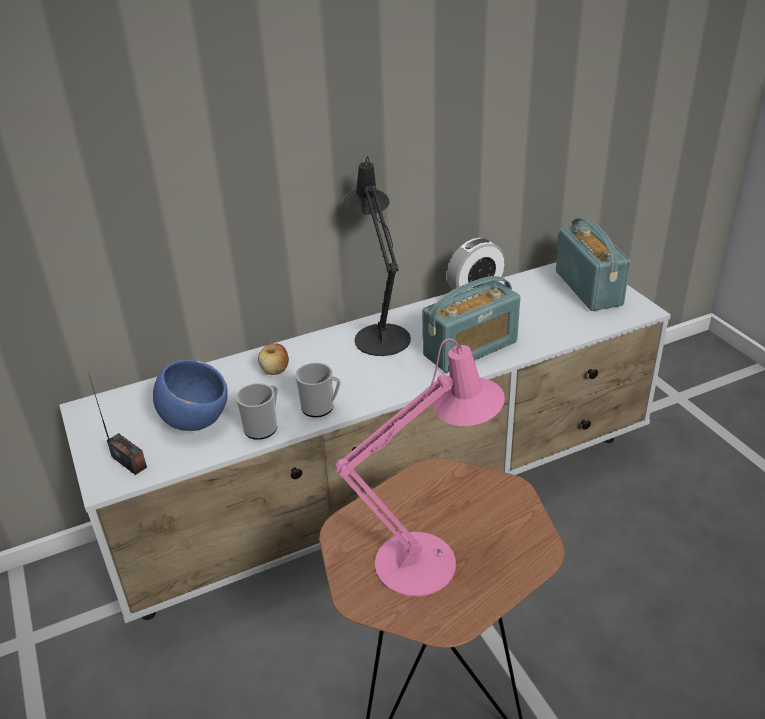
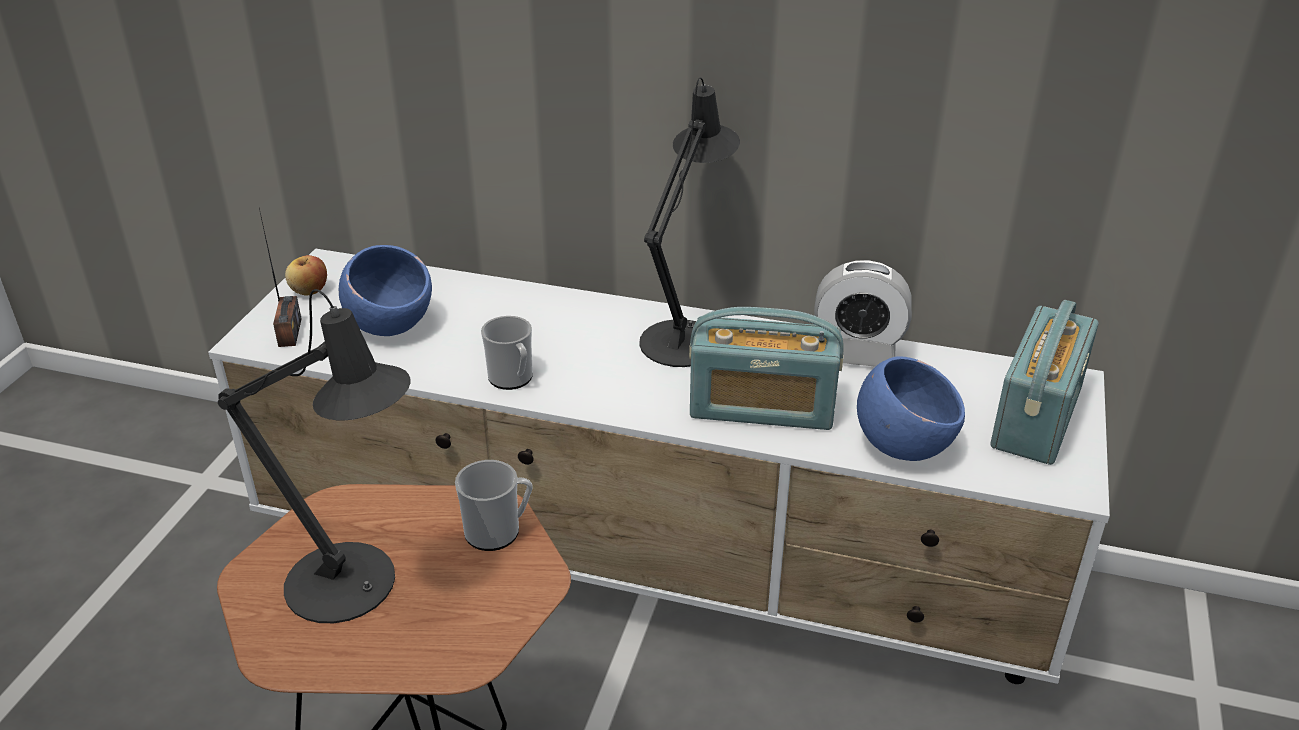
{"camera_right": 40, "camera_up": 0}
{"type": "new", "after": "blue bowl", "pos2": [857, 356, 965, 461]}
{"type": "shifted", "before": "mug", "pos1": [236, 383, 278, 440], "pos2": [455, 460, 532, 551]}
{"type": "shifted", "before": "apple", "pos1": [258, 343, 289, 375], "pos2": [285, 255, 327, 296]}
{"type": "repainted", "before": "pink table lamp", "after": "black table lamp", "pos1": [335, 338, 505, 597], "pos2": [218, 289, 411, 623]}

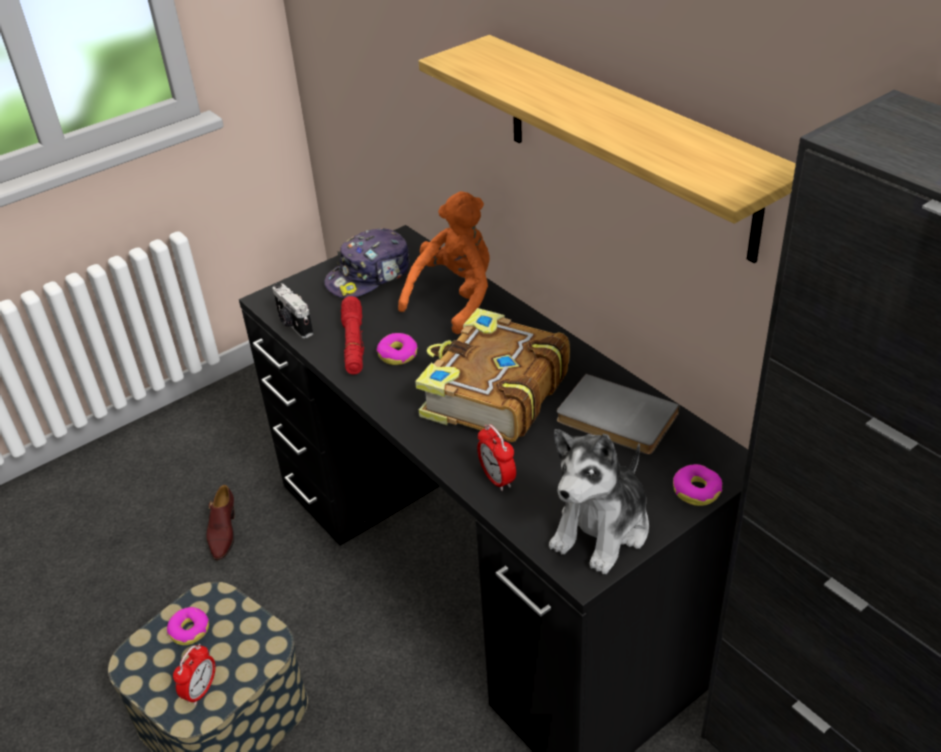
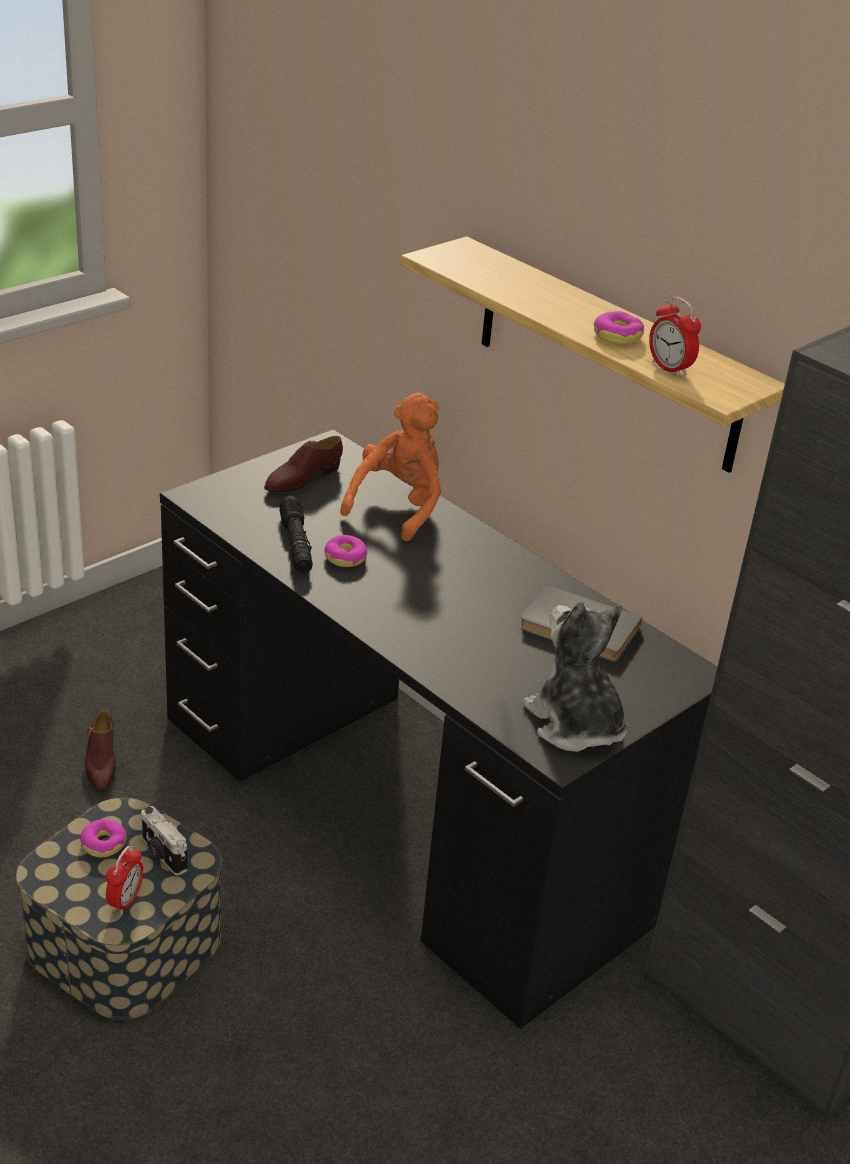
{"camera_right": -10, "camera_up": -5}
{"type": "gone", "before": "book", "pos1": [415, 308, 570, 442]}
{"type": "shifted", "before": "photo camera", "pos1": [272, 283, 313, 338], "pos2": [141, 806, 188, 875]}
{"type": "shifted", "before": "alarm clock", "pos1": [477, 424, 516, 491], "pos2": [649, 297, 701, 377]}
{"type": "shifted", "before": "donut", "pos1": [673, 464, 722, 506], "pos2": [594, 311, 644, 345]}
{"type": "swapped", "before": "cap", "after": "brown shoe", "pos1": [324, 228, 410, 298], "pos2": [264, 436, 343, 492]}
{"type": "repainted", "before": "red flashlight", "after": "black flashlight", "pos1": [341, 296, 364, 374], "pos2": [279, 495, 313, 573]}
{"type": "rotated", "before": "plush toy", "pos1": [549, 429, 649, 574], "pos2": [523, 602, 628, 752], "turn": 120}

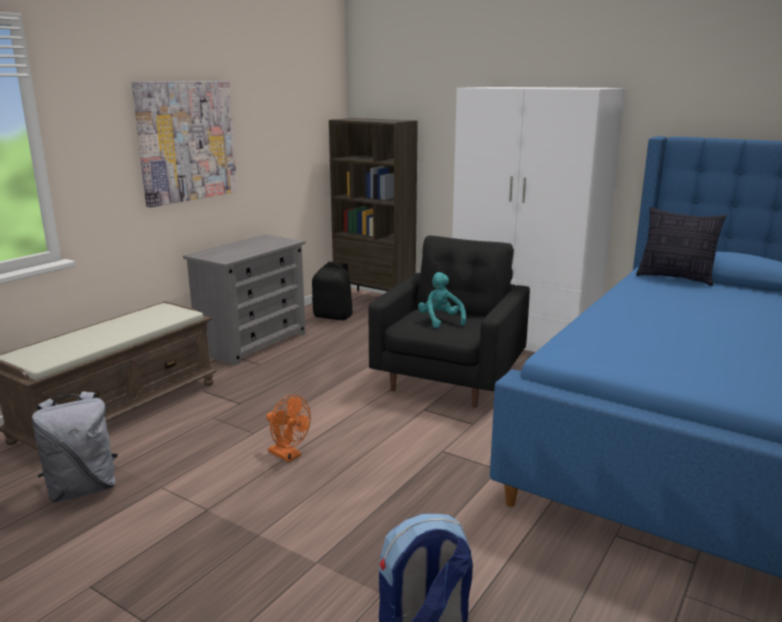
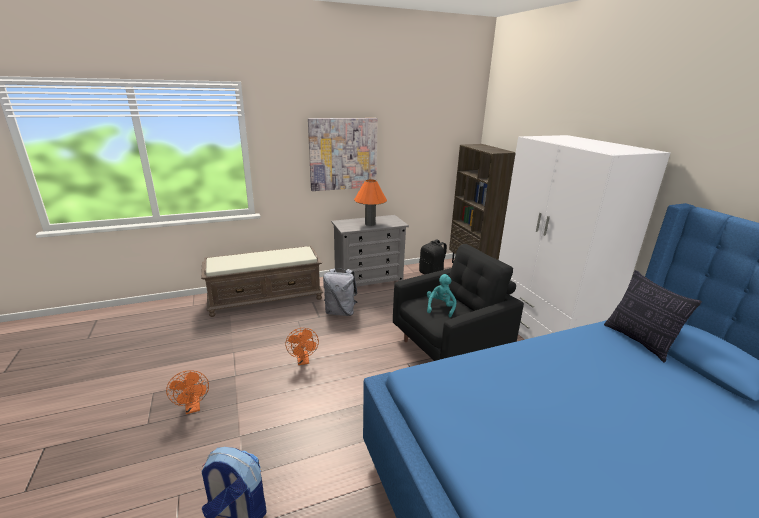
{"camera_right": 35, "camera_up": 5}
{"type": "new", "after": "orange fan", "pos2": [166, 370, 209, 414]}
{"type": "new", "after": "orange table lamp", "pos2": [354, 179, 387, 226]}
{"type": "shifted", "before": "grey backpack", "pos1": [32, 391, 118, 502], "pos2": [323, 268, 358, 316]}

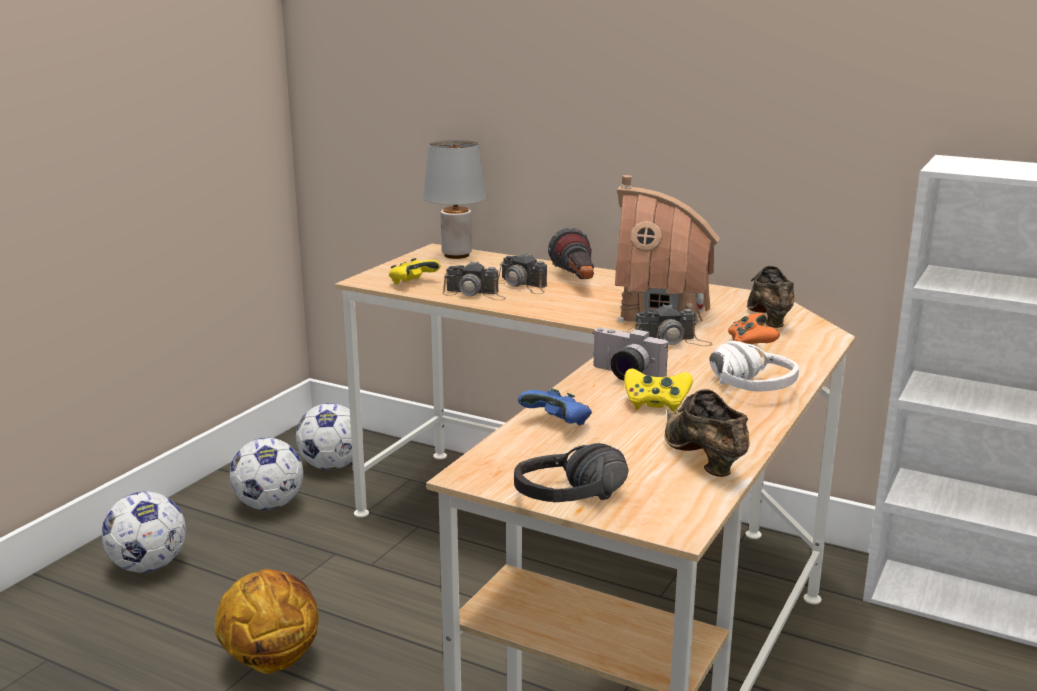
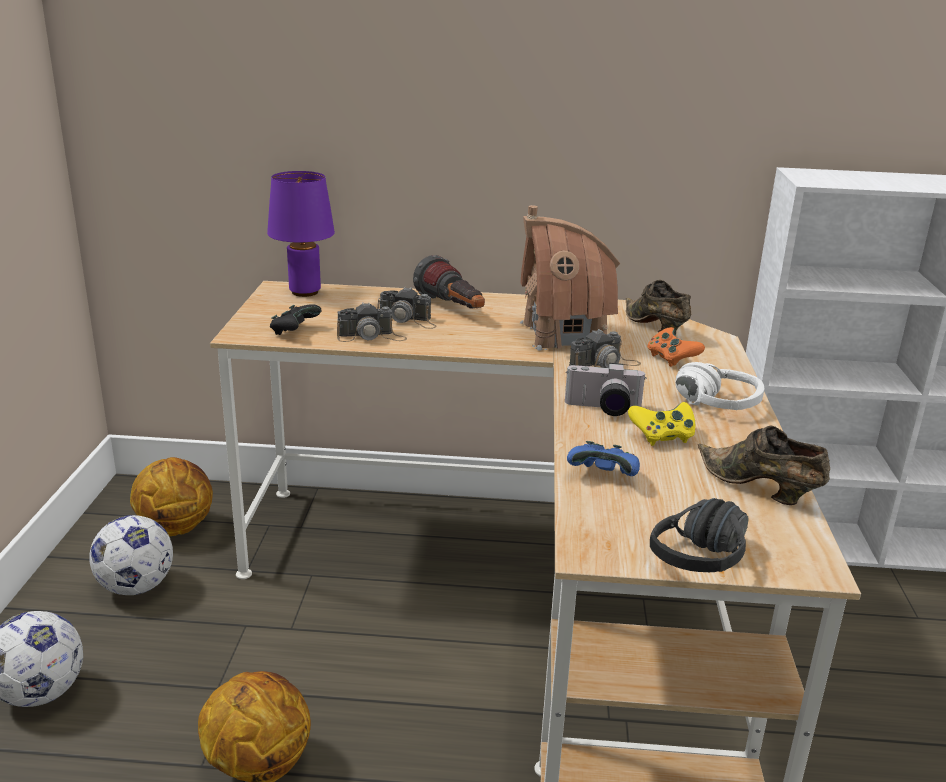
{"camera_right": -25, "camera_up": 5}
{"type": "swapped", "before": "football", "after": "basketball", "pos1": [296, 403, 363, 470], "pos2": [130, 457, 213, 536]}
{"type": "repainted", "before": "yellow game controller", "after": "black game controller", "pos1": [389, 258, 441, 284], "pos2": [270, 304, 322, 335]}
{"type": "repainted", "before": "grey table lamp", "after": "purple table lamp", "pos1": [423, 140, 486, 259], "pos2": [267, 171, 335, 297]}

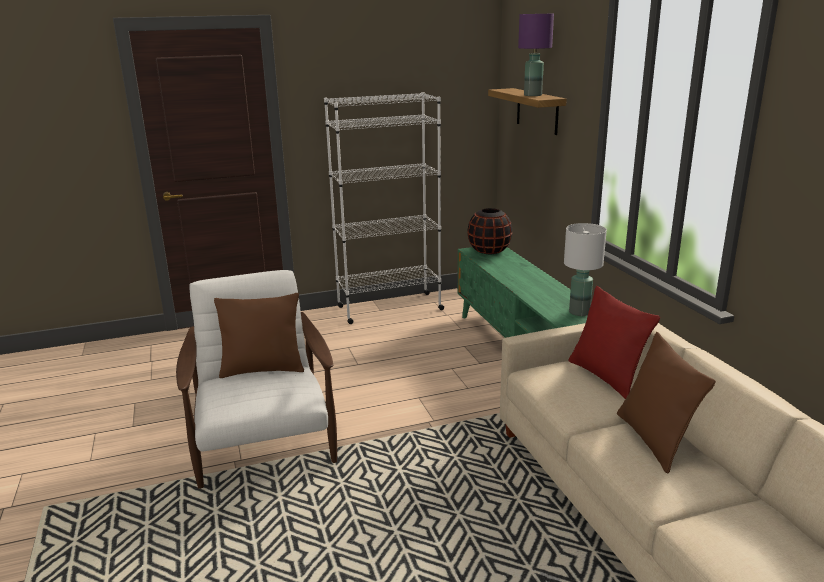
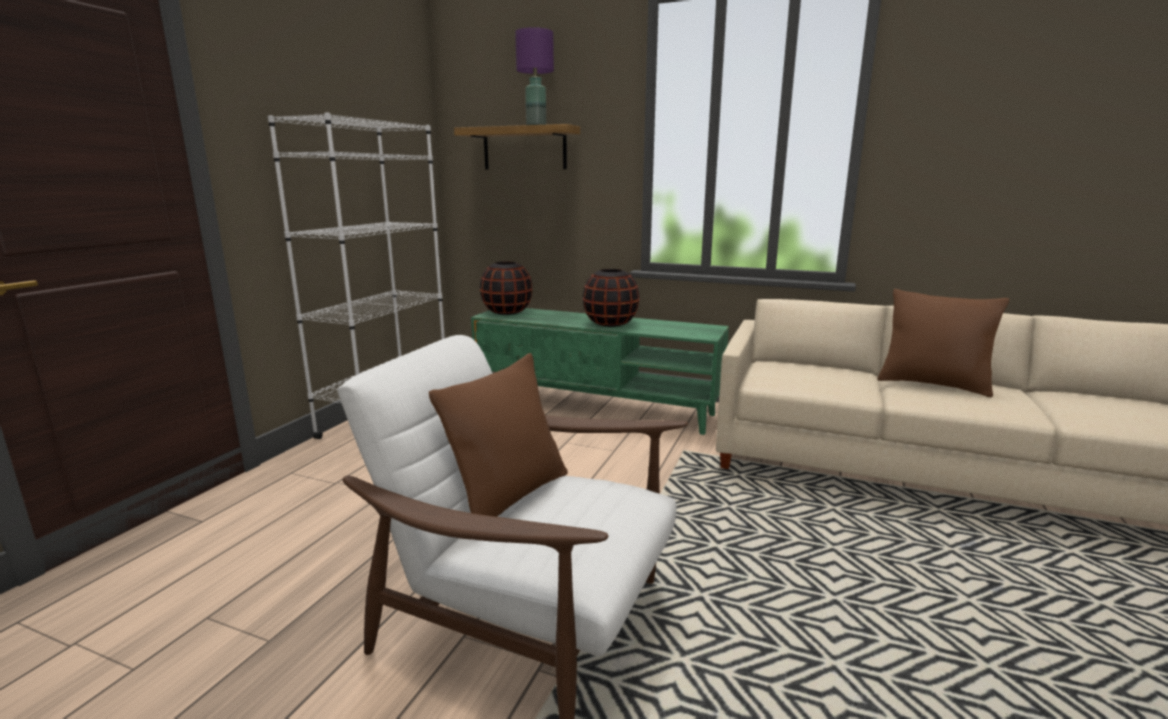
{"camera_right": -50, "camera_up": -5}
{"type": "gone", "before": "white table lamp", "pos1": [564, 223, 607, 316]}
{"type": "gone", "before": "red pillow", "pos1": [568, 286, 660, 399]}
{"type": "new", "after": "black vase", "pos2": [583, 269, 640, 327]}

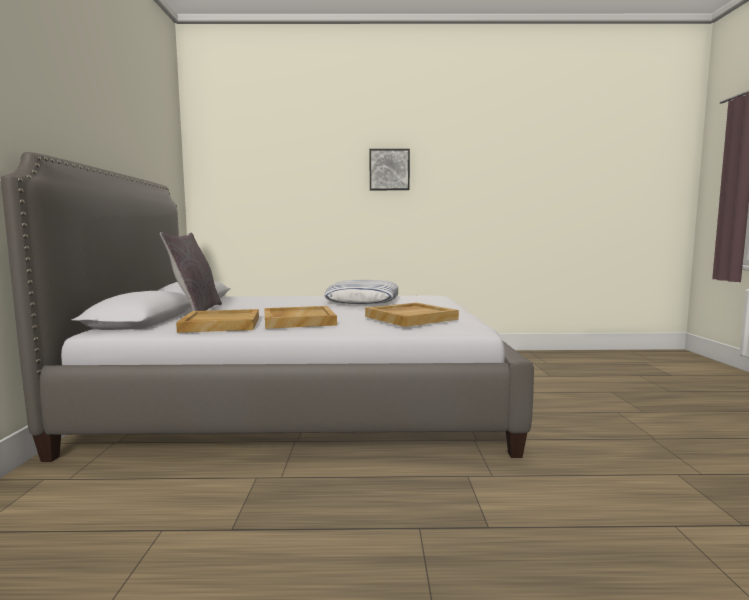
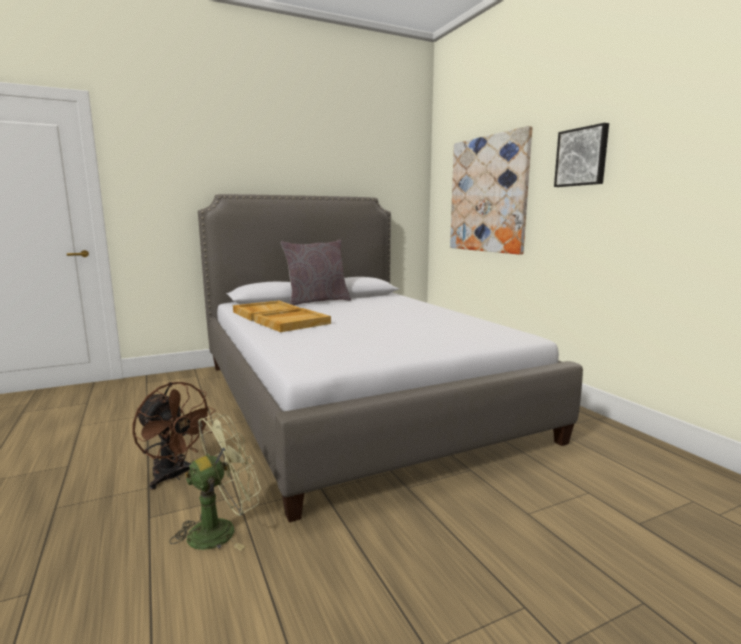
{"camera_right": 65, "camera_up": 5}
{"type": "gone", "before": "pillow", "pos1": [324, 280, 398, 304]}
{"type": "gone", "before": "beige tray", "pos1": [365, 303, 459, 327]}
{"type": "new", "after": "brown fan", "pos2": [133, 382, 216, 490]}
{"type": "new", "after": "green fan", "pos2": [169, 413, 261, 550]}
{"type": "new", "after": "picture", "pos2": [450, 126, 532, 255]}

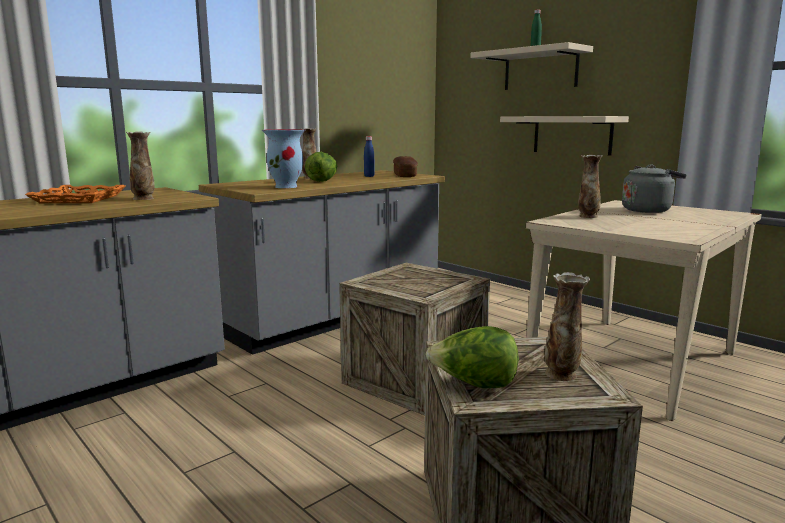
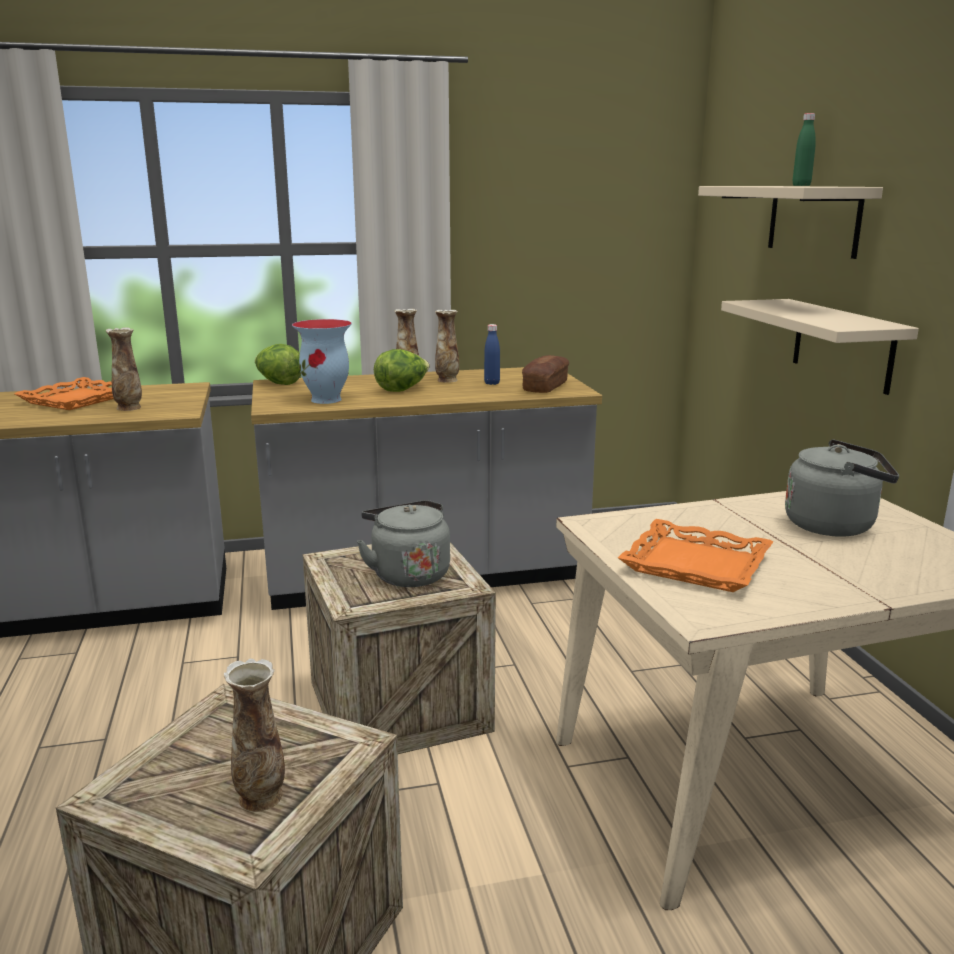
{"camera_right": 30, "camera_up": 5}
{"type": "new", "after": "grey kettle", "pos2": [357, 500, 450, 587]}
{"type": "new", "after": "orange tray", "pos2": [618, 519, 773, 592]}
{"type": "shifted", "before": "lettuce", "pos1": [426, 326, 519, 388], "pos2": [255, 344, 301, 385]}
{"type": "shifted", "before": "vase", "pos1": [578, 155, 603, 218], "pos2": [435, 310, 459, 383]}

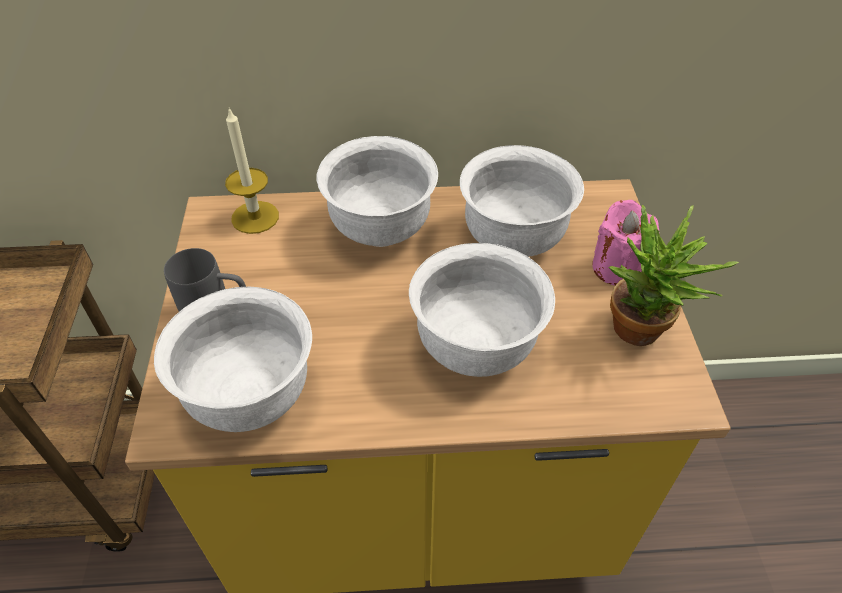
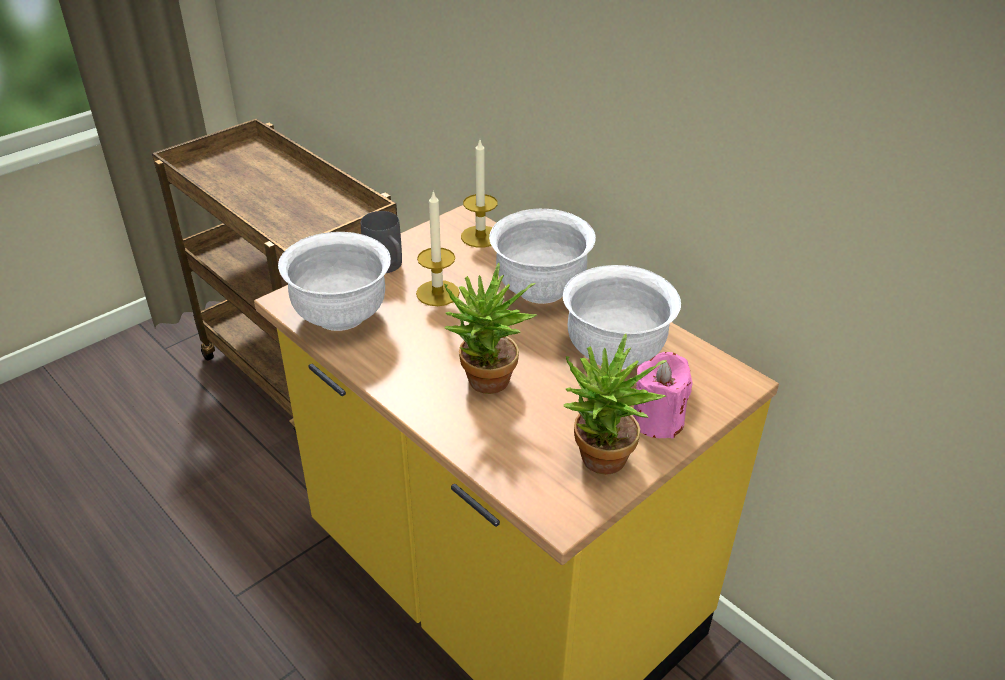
{"camera_right": 50, "camera_up": -10}
{"type": "new", "after": "candle", "pos2": [416, 191, 460, 306]}
{"type": "swapped", "before": "white bowl", "after": "potted plant", "pos1": [409, 243, 555, 377], "pos2": [444, 263, 537, 394]}

